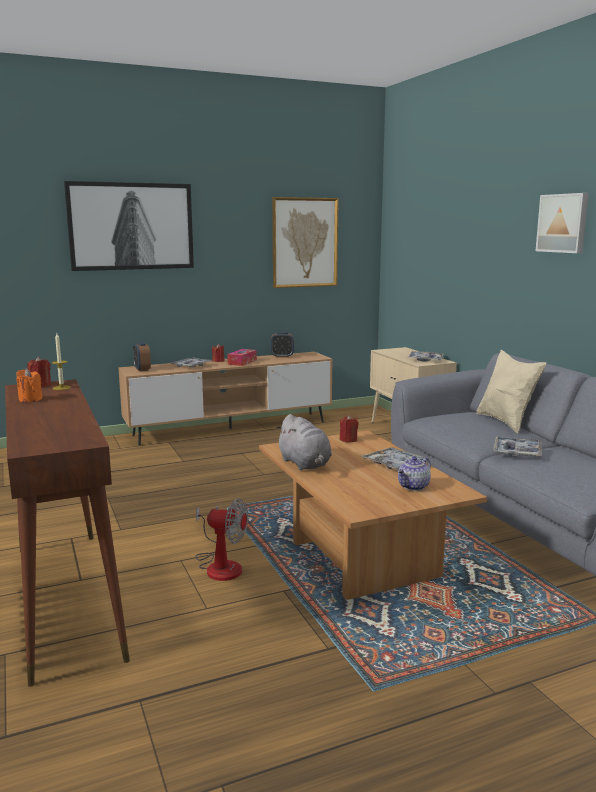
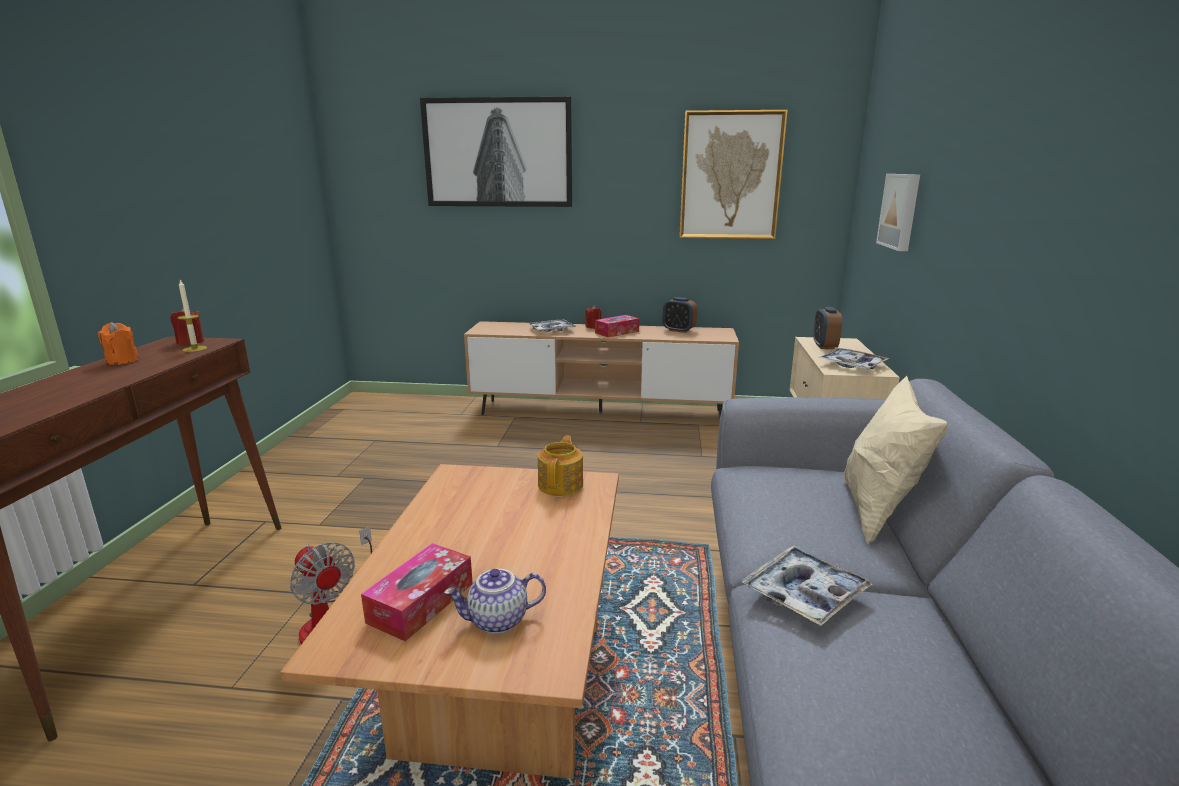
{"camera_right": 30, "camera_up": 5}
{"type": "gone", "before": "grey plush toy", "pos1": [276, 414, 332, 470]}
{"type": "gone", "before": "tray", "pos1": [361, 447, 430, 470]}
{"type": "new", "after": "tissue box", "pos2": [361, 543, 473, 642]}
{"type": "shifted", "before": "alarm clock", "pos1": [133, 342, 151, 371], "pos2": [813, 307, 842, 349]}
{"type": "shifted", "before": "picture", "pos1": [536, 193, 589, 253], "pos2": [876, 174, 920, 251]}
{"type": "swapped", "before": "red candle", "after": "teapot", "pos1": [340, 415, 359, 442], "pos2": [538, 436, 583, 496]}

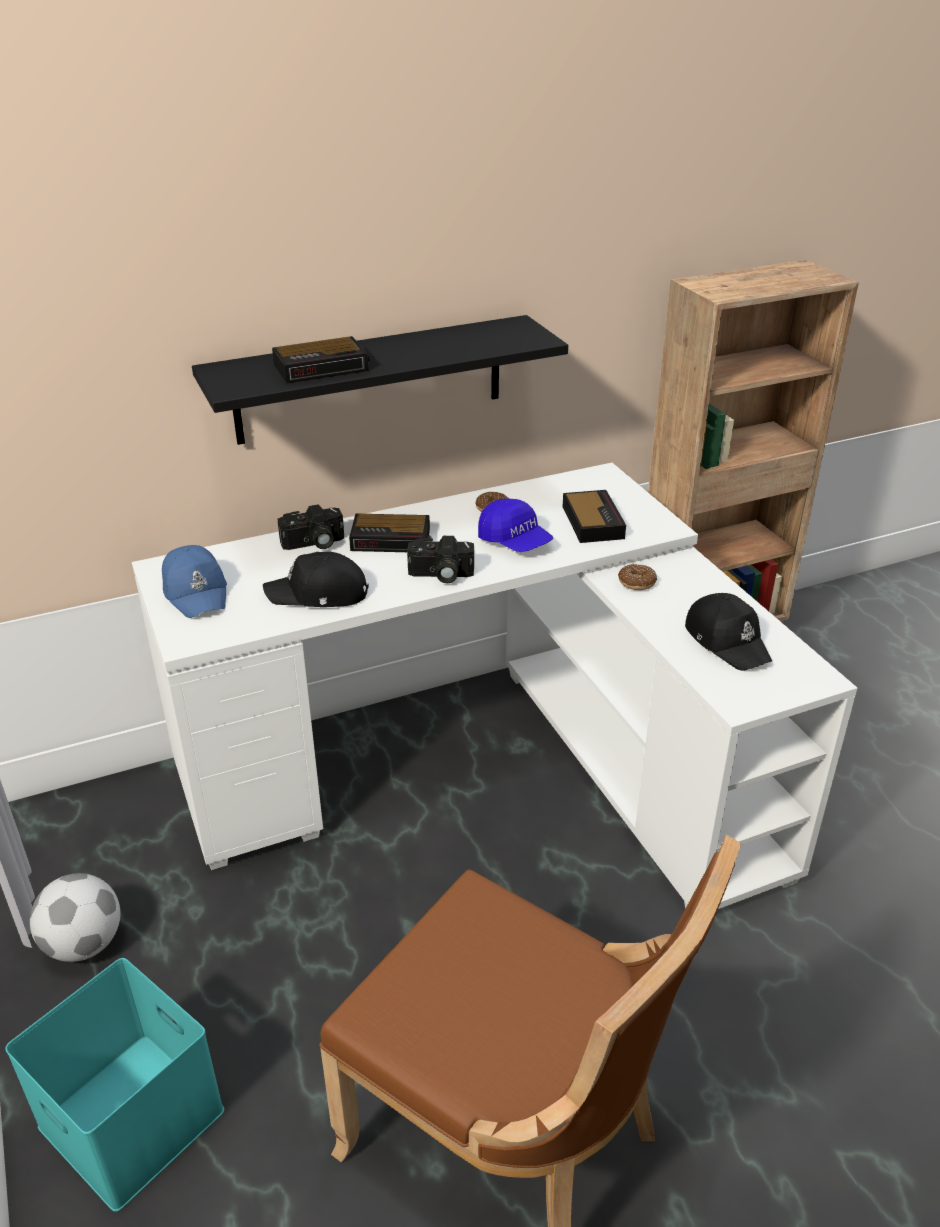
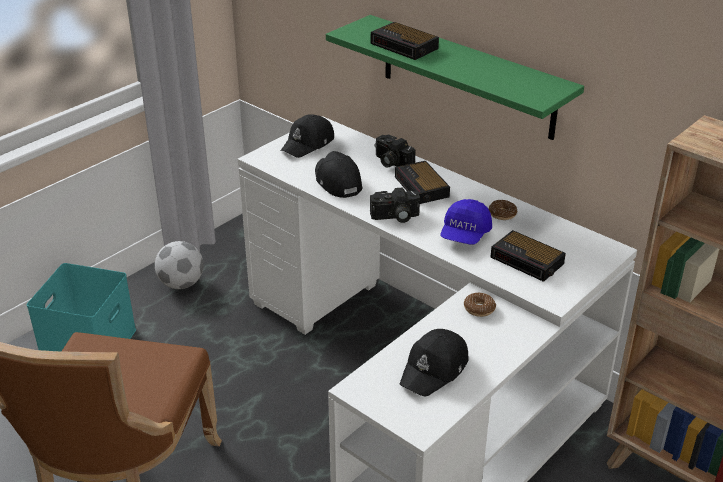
{"camera_right": 65, "camera_up": 0}
{"type": "repainted", "before": "blue cap", "after": "black cap", "pos1": [162, 545, 227, 618], "pos2": [280, 114, 334, 158]}
{"type": "repainted", "before": "black shelf", "after": "green shelf", "pos1": [192, 315, 568, 445], "pos2": [326, 15, 584, 140]}
{"type": "rotated", "before": "photo camera", "pos1": [407, 536, 474, 583], "pos2": [370, 187, 420, 223], "turn": -75}
{"type": "rotated", "before": "alarm clock", "pos1": [563, 490, 626, 543], "pos2": [491, 230, 566, 282], "turn": 75}

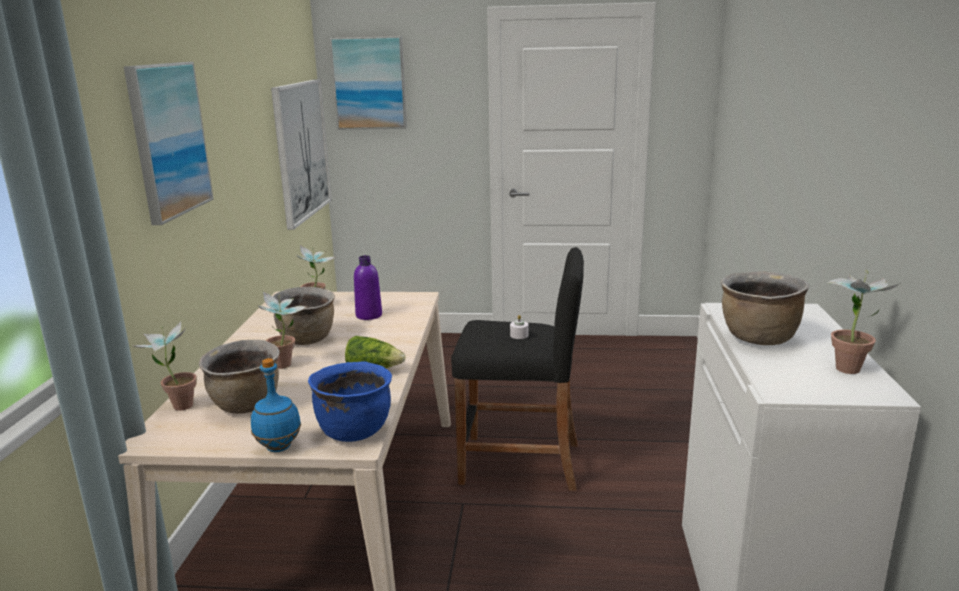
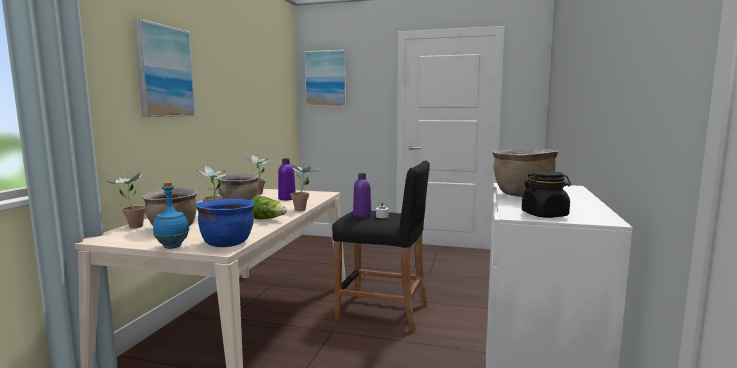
{"camera_right": 10, "camera_up": -10}
{"type": "gone", "before": "picture", "pos1": [271, 79, 332, 230]}
{"type": "new", "after": "purple bottle", "pos2": [353, 173, 371, 218]}
{"type": "new", "after": "black jar", "pos2": [522, 171, 571, 218]}
{"type": "shifted", "before": "potted plant", "pos1": [827, 270, 900, 374], "pos2": [290, 162, 319, 211]}

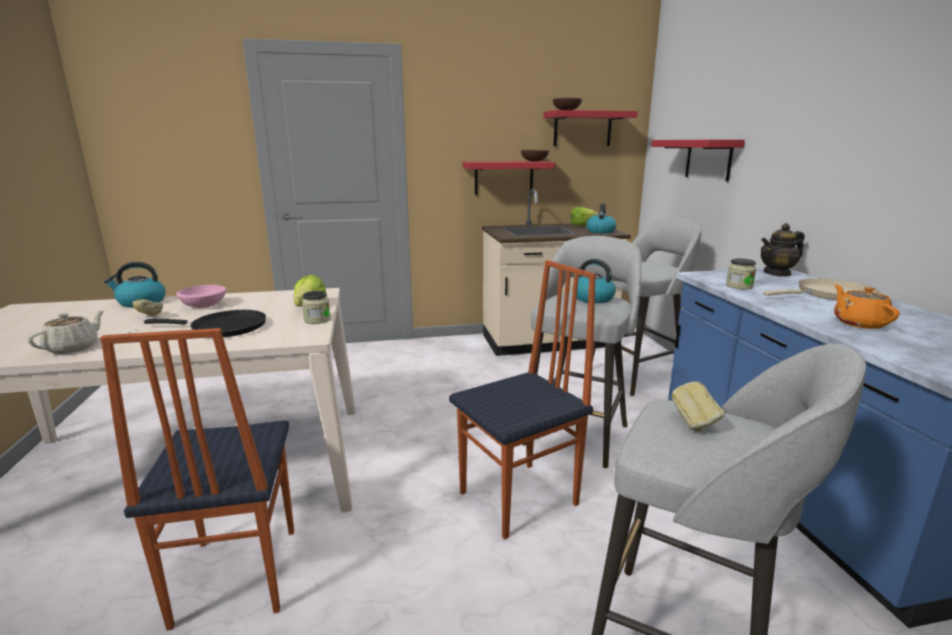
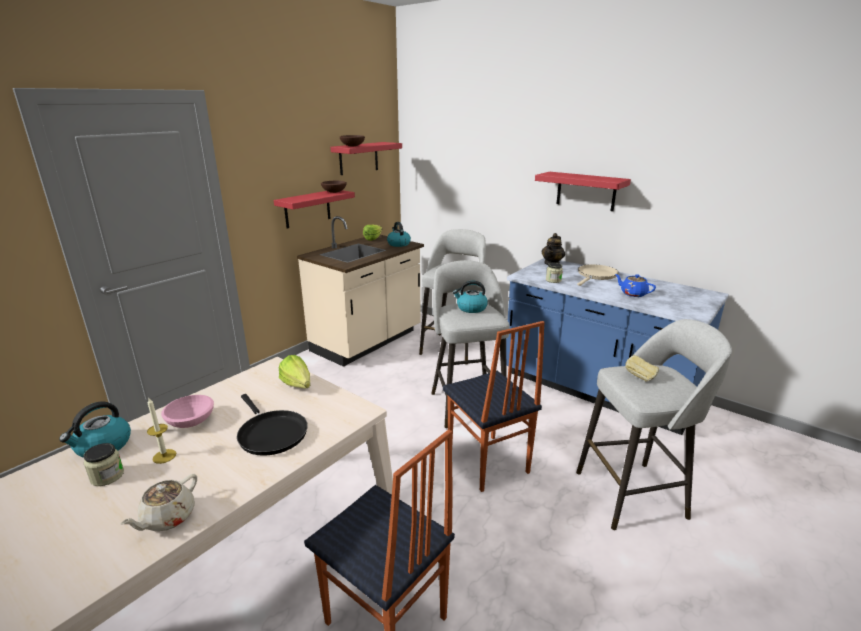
{"camera_right": -40, "camera_up": 5}
{"type": "shifted", "before": "jar", "pos1": [302, 291, 331, 324], "pos2": [83, 443, 124, 486]}
{"type": "shifted", "before": "red shelf", "pos1": [651, 140, 745, 181], "pos2": [535, 172, 631, 211]}
{"type": "swapped", "before": "bread", "after": "candle", "pos1": [133, 300, 163, 316], "pos2": [147, 398, 176, 464]}
{"type": "repainted", "before": "orange teapot", "after": "blue teapot", "pos1": [834, 284, 900, 329], "pos2": [615, 274, 656, 297]}
{"type": "rotated", "before": "beige teapot", "pos1": [27, 310, 105, 354], "pos2": [120, 474, 197, 531], "turn": -135}
{"type": "rotated", "before": "black frying pan", "pos1": [144, 310, 266, 337], "pos2": [237, 394, 308, 456], "turn": 90}
{"type": "rotated", "before": "chair", "pos1": [449, 260, 596, 539], "pos2": [443, 321, 545, 492], "turn": 135}

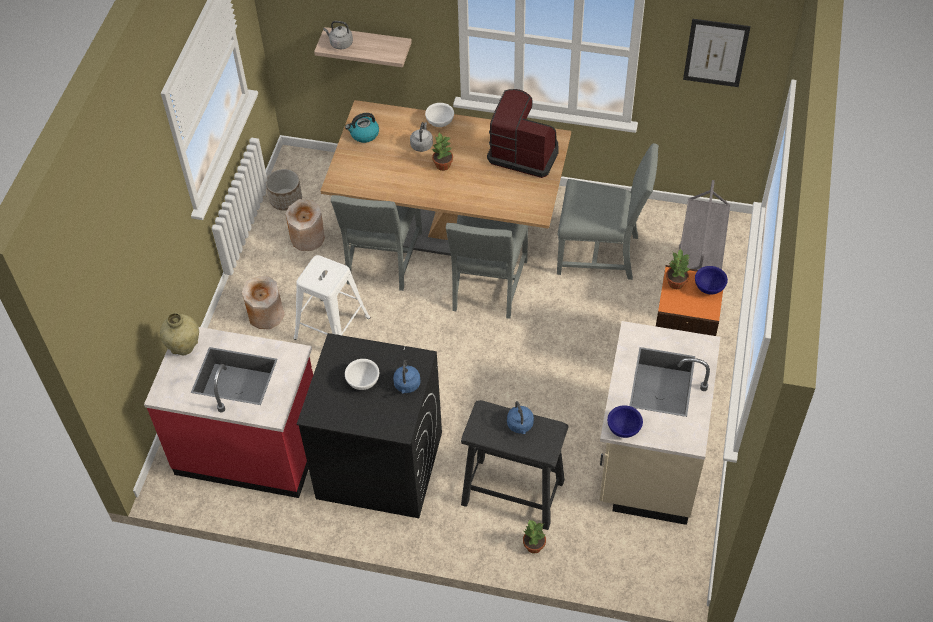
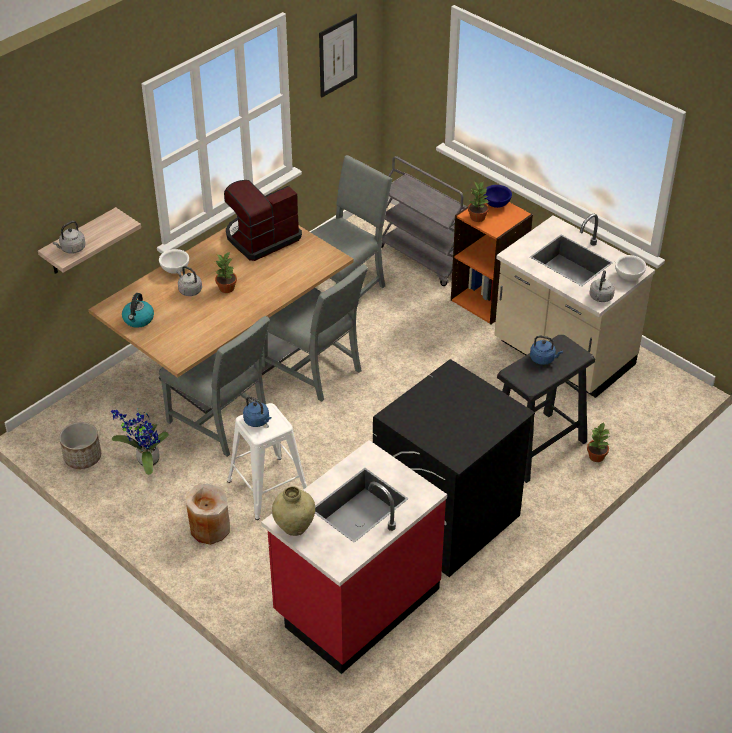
{"camera_right": -60, "camera_up": -10}
{"type": "shifted", "before": "white bowl", "pos1": [345, 359, 379, 390], "pos2": [615, 255, 646, 280]}
{"type": "shifted", "before": "blue kettle", "pos1": [393, 360, 421, 394], "pos2": [243, 396, 271, 427]}
{"type": "swapped", "before": "beige vase", "after": "potted plant", "pos1": [286, 199, 325, 251], "pos2": [111, 408, 169, 475]}
{"type": "swapped", "before": "blue bowl", "after": "grey kettle", "pos1": [607, 405, 643, 438], "pos2": [589, 270, 615, 302]}

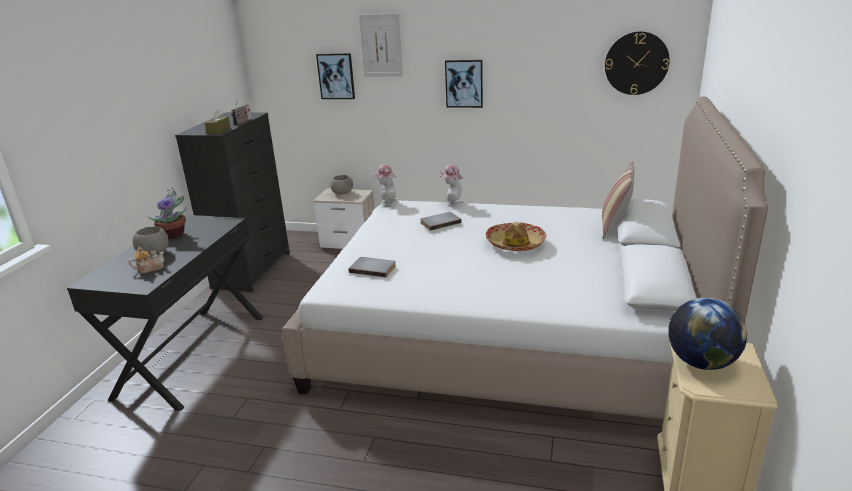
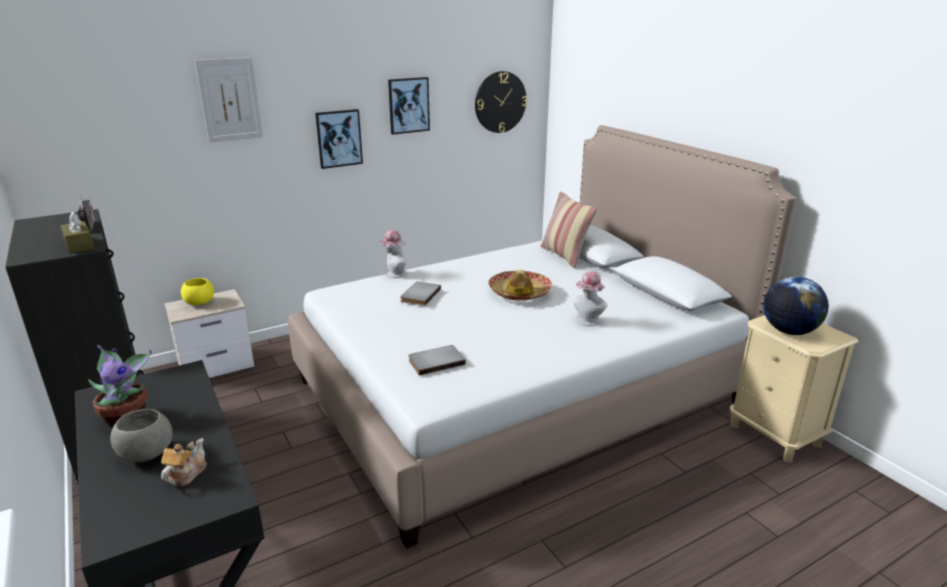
{"camera_right": -45, "camera_up": 0}
{"type": "shifted", "before": "picture", "pos1": [316, 53, 355, 99], "pos2": [388, 77, 430, 135]}
{"type": "shifted", "before": "hat", "pos1": [373, 165, 399, 206], "pos2": [573, 271, 608, 326]}
{"type": "repainted", "before": "grey bowl", "after": "yellow bowl", "pos1": [330, 175, 353, 195], "pos2": [181, 278, 214, 305]}

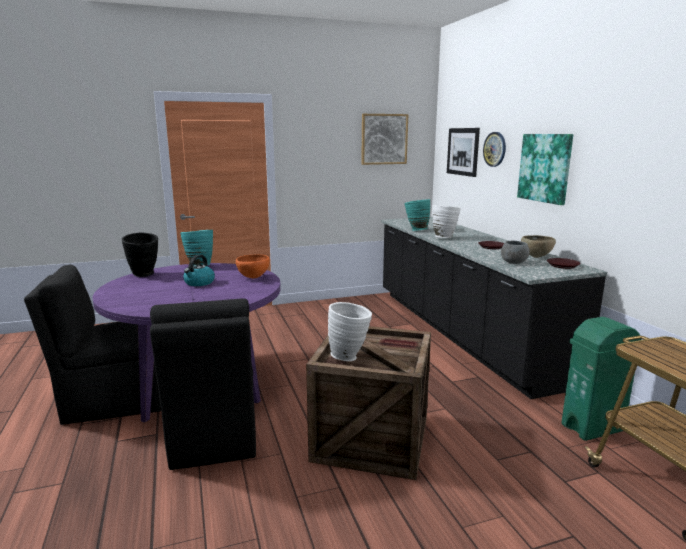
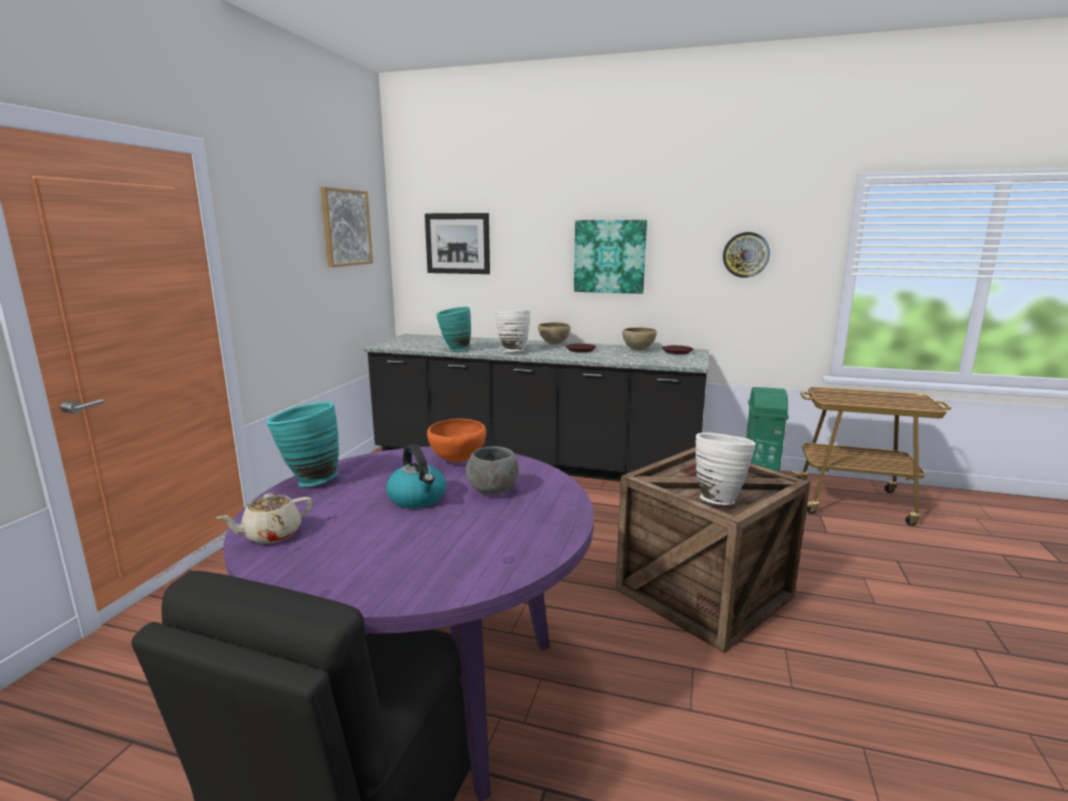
{"camera_right": -55, "camera_up": 0}
{"type": "gone", "before": "black chair", "pos1": [150, 298, 256, 470]}
{"type": "new", "after": "brown bowl", "pos2": [538, 322, 570, 345]}
{"type": "shifted", "before": "wall clock", "pos1": [483, 132, 506, 167], "pos2": [723, 232, 770, 278]}
{"type": "shifted", "before": "grey bowl", "pos1": [501, 241, 530, 264], "pos2": [465, 446, 519, 495]}
{"type": "swapped", "before": "black vase", "after": "beige teapot", "pos1": [122, 233, 158, 277], "pos2": [217, 493, 312, 544]}

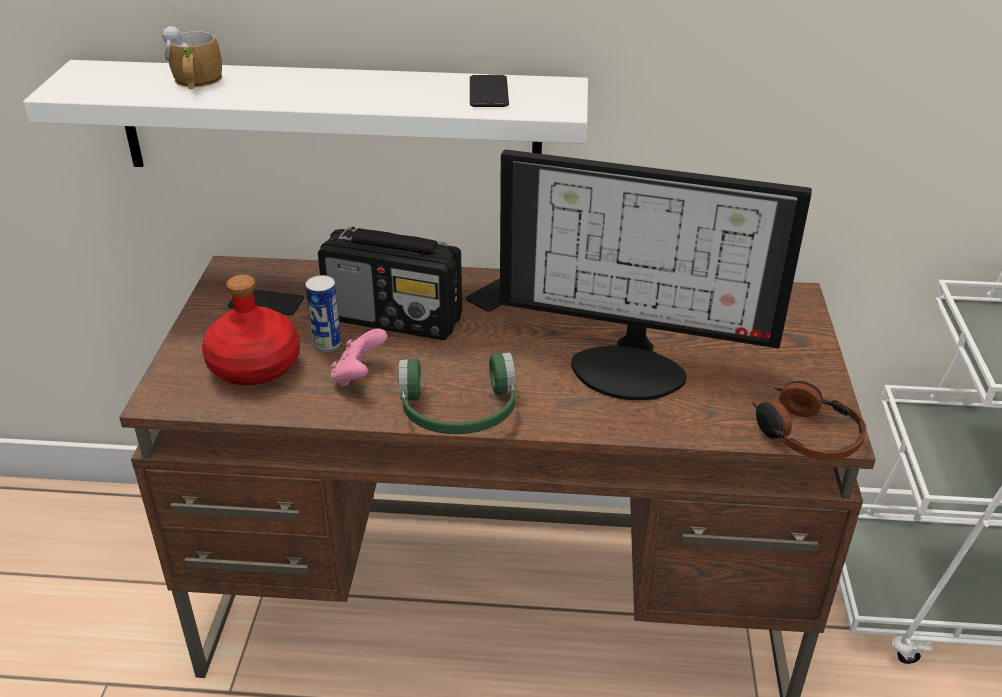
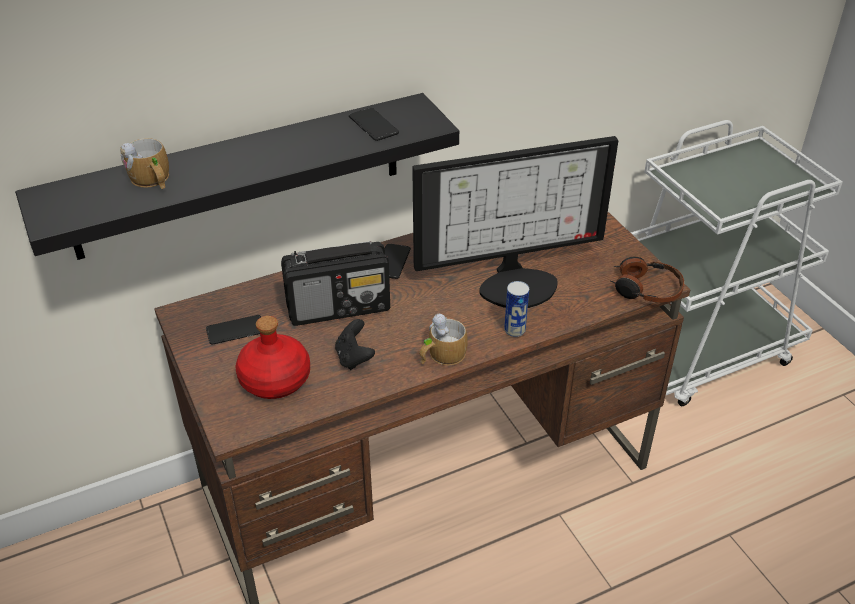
{"camera_right": -30, "camera_up": 5}
{"type": "shifted", "before": "can", "pos1": [305, 275, 341, 352], "pos2": [504, 281, 529, 337]}
{"type": "swapped", "before": "green headphones", "after": "mug", "pos1": [398, 353, 516, 434], "pos2": [419, 314, 468, 365]}
{"type": "repainted", "before": "white shelf", "after": "black shelf", "pos1": [23, 60, 588, 167], "pos2": [15, 93, 459, 260]}
{"type": "repainted", "before": "pink game controller", "after": "black game controller", "pos1": [331, 329, 387, 387], "pos2": [335, 319, 375, 370]}

